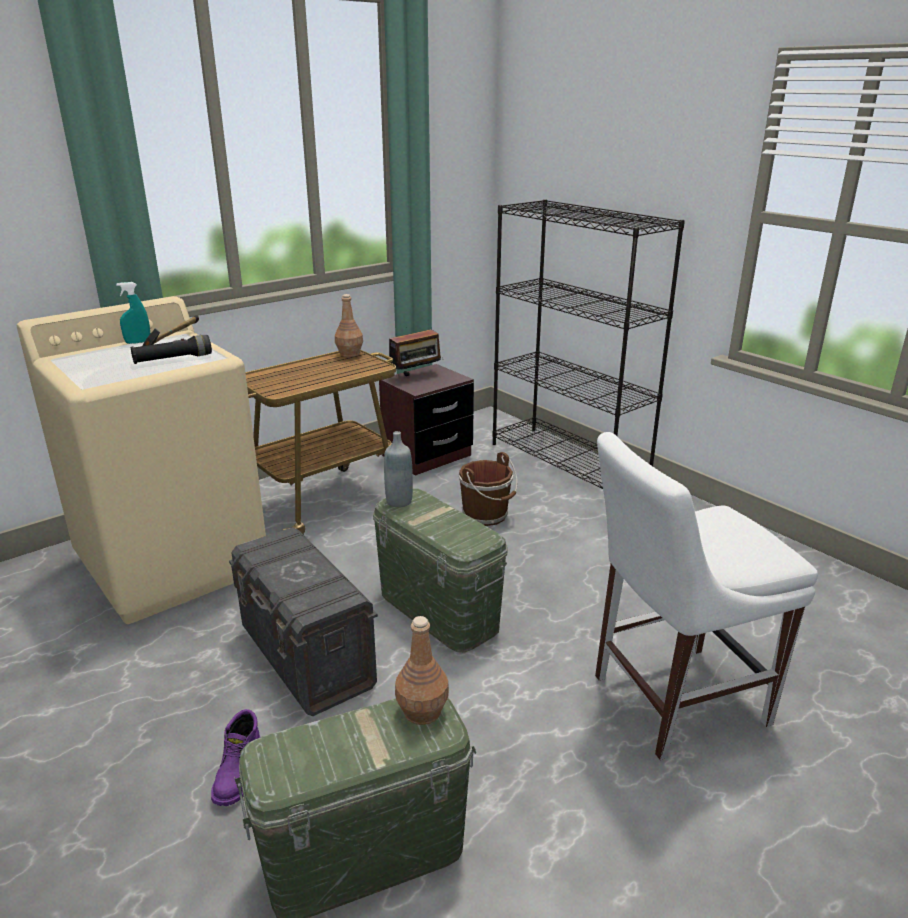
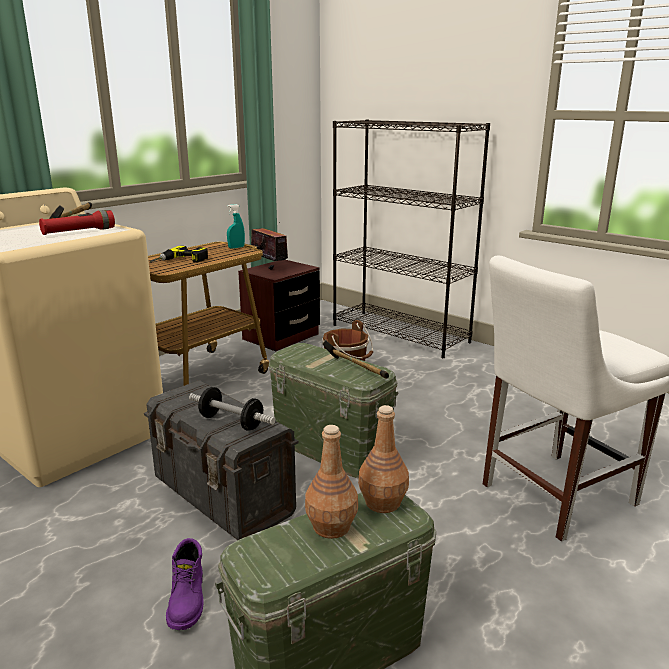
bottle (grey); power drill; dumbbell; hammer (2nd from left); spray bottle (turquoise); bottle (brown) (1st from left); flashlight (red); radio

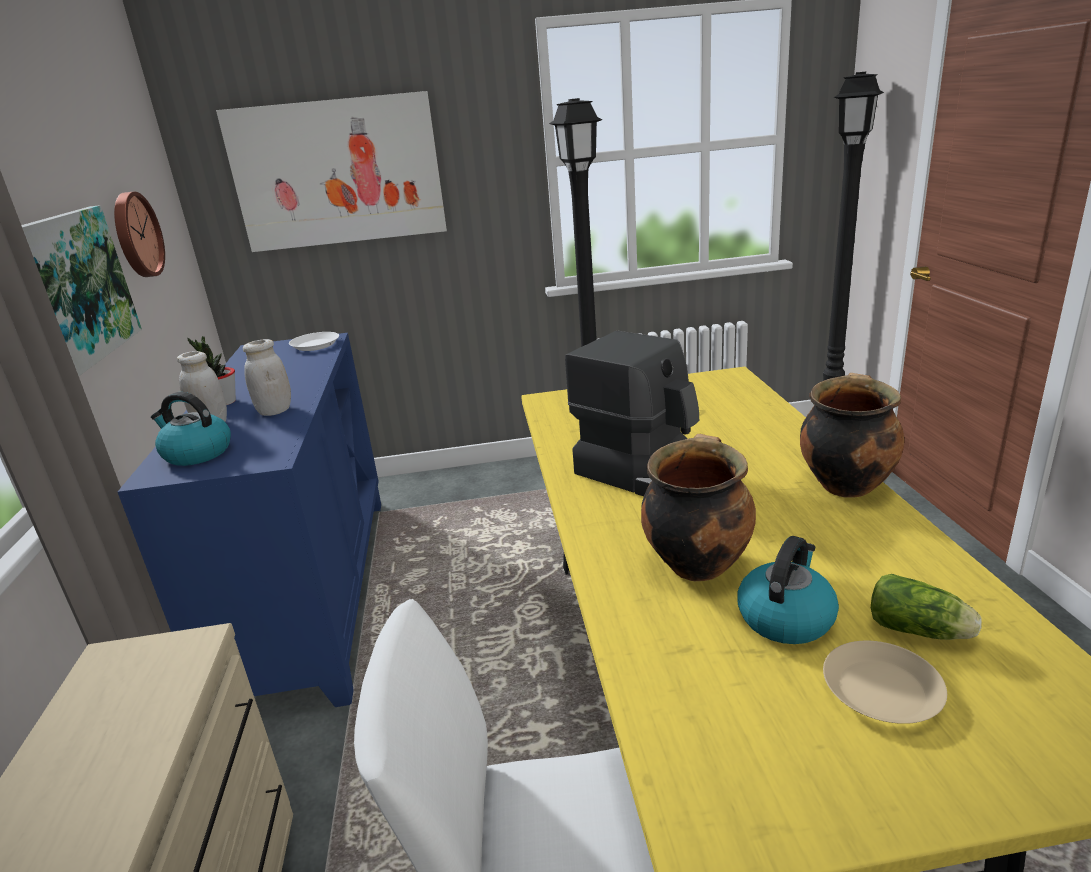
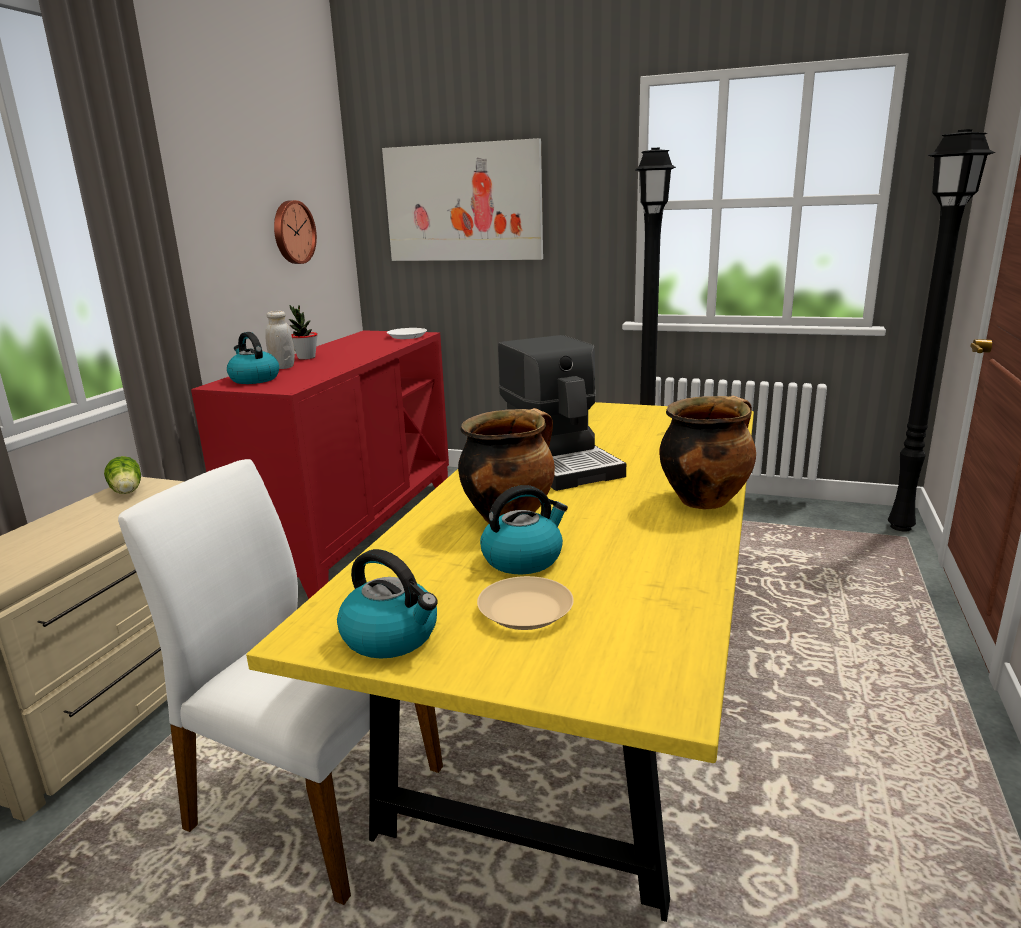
picture (1st from left in the first image); jar (white) (2nd from left in the first image); kettle (2nd from left); lettuce; cabinet (red)

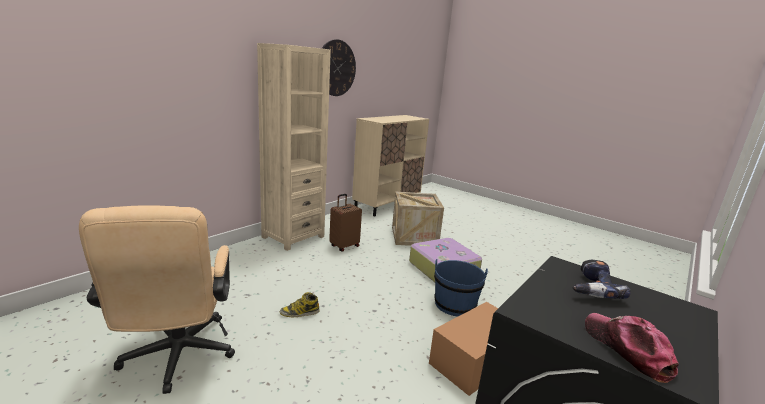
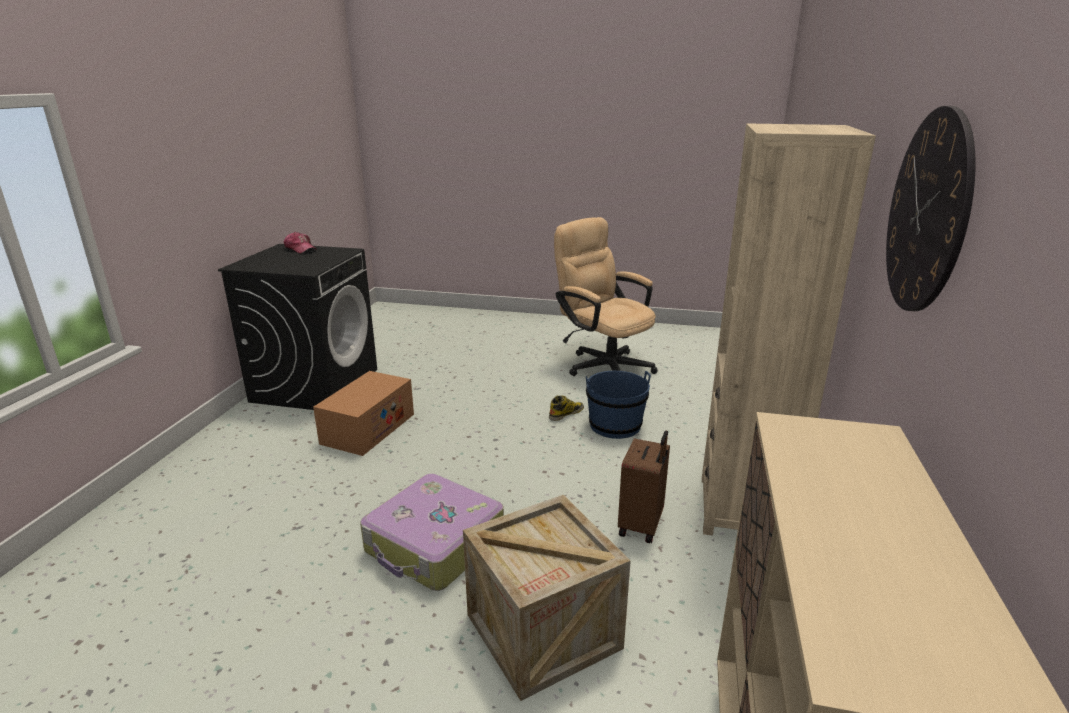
power drill; bucket (blue)

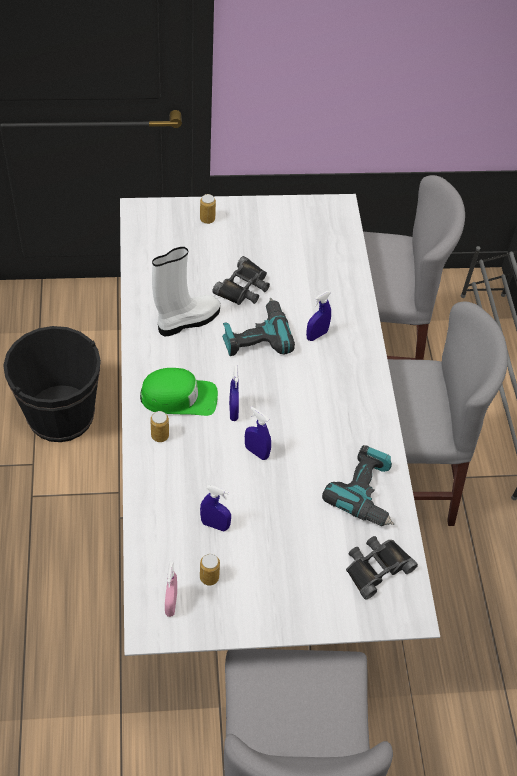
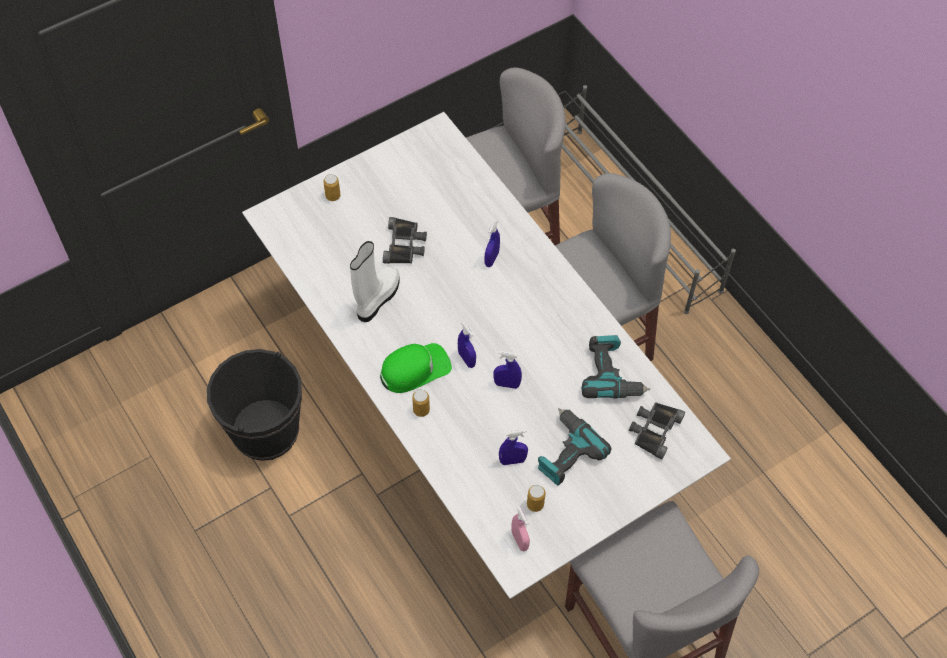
power drill (1st from left)

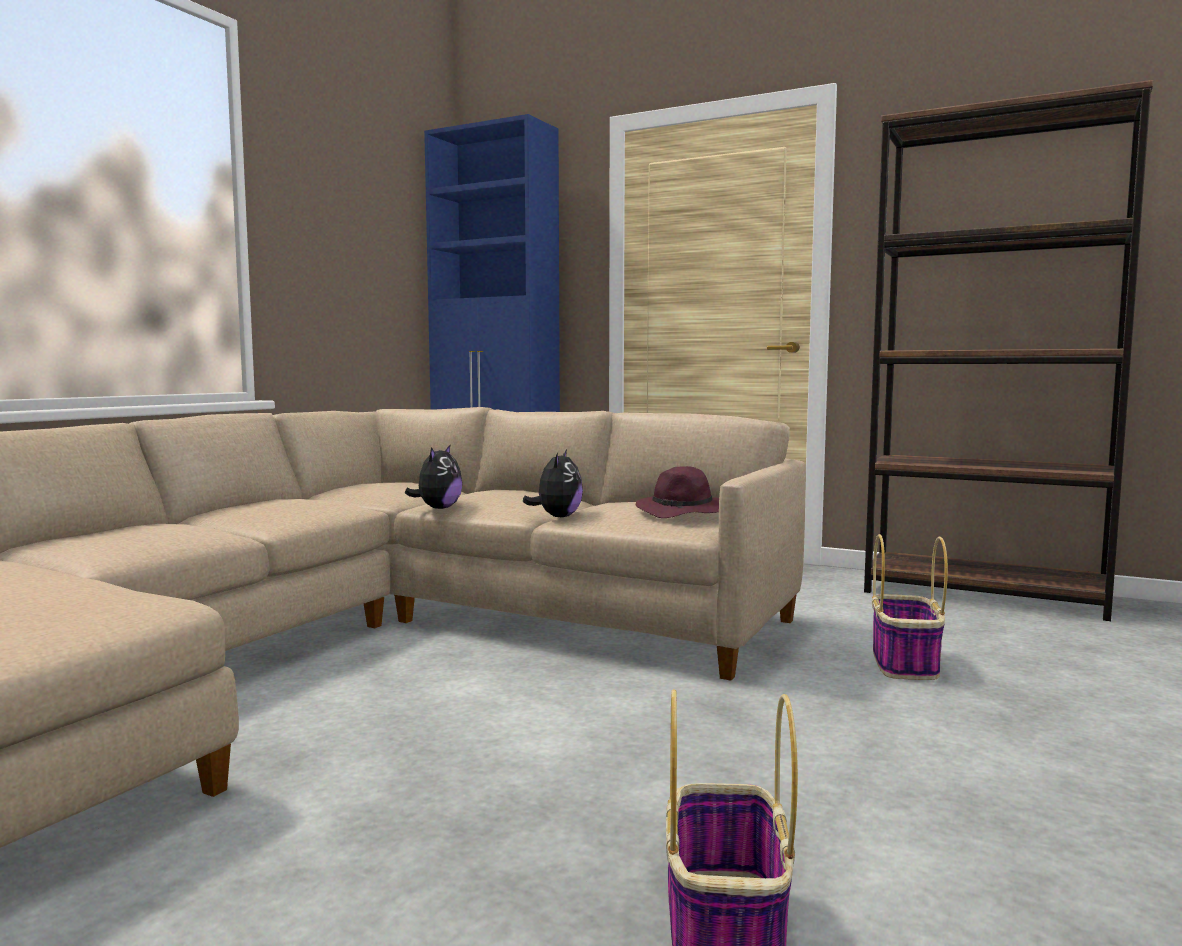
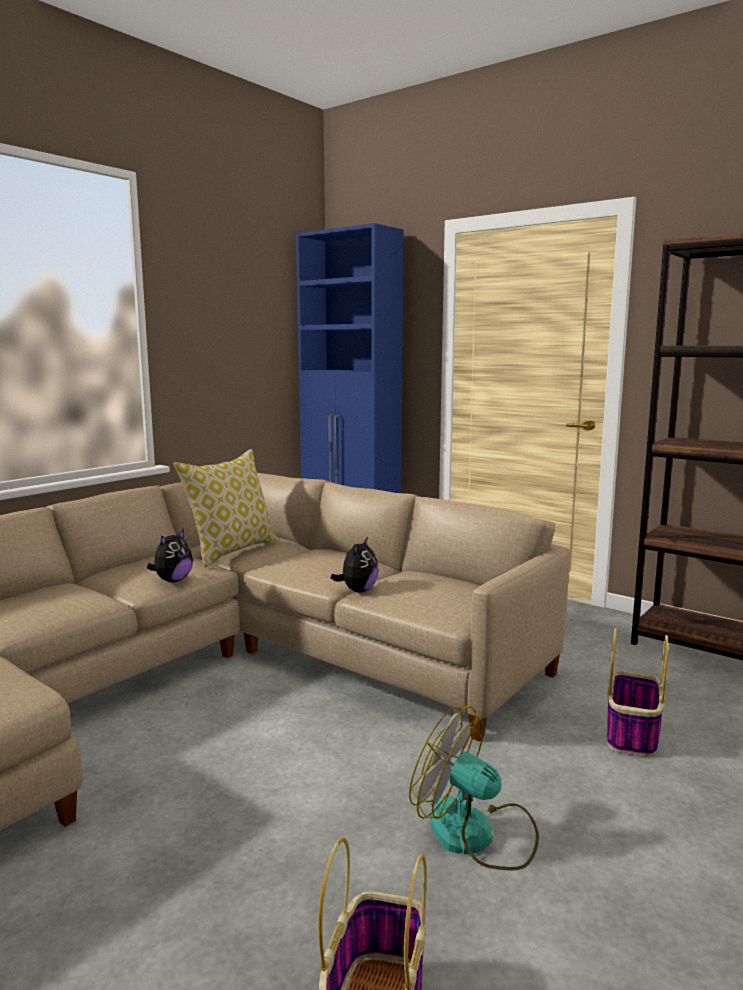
hat (purple); pillow; fan; plush toy (1st from left)

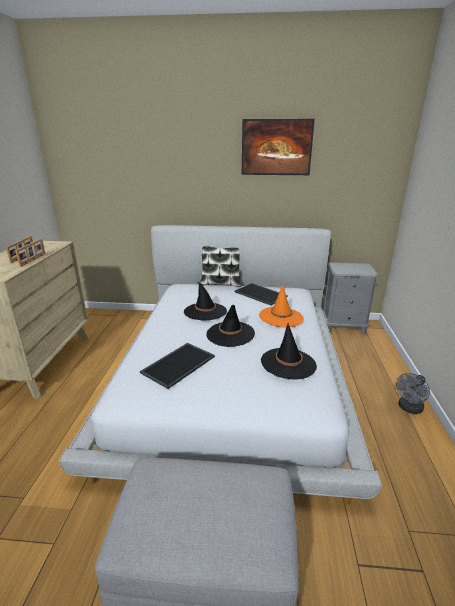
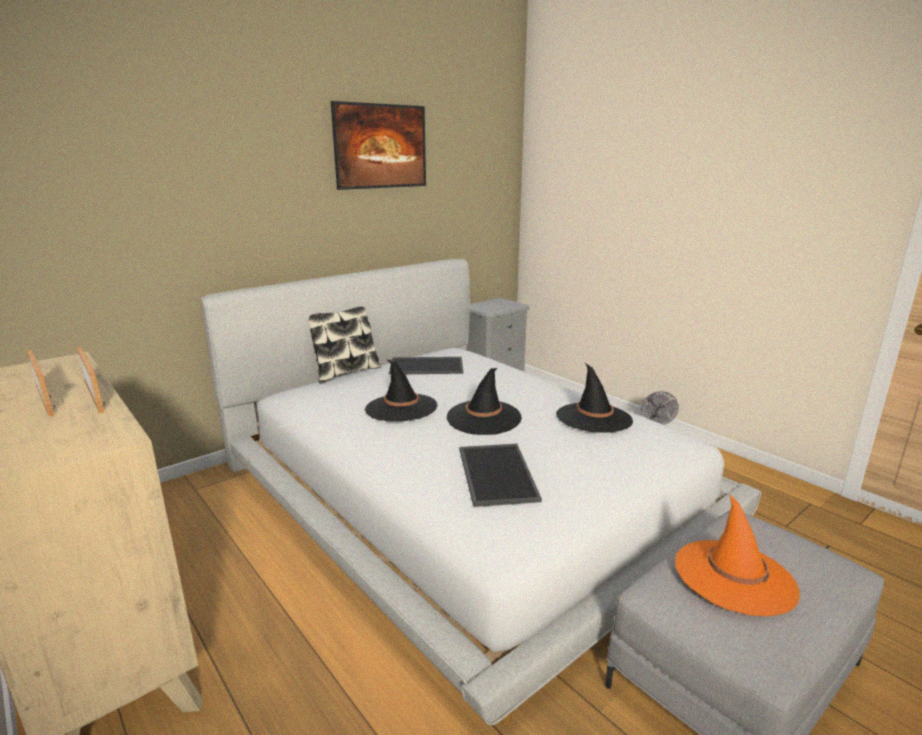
hat (orange)

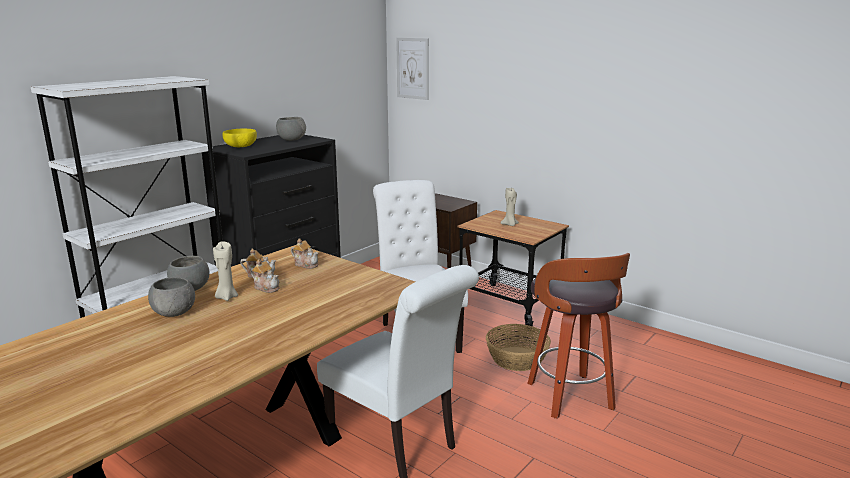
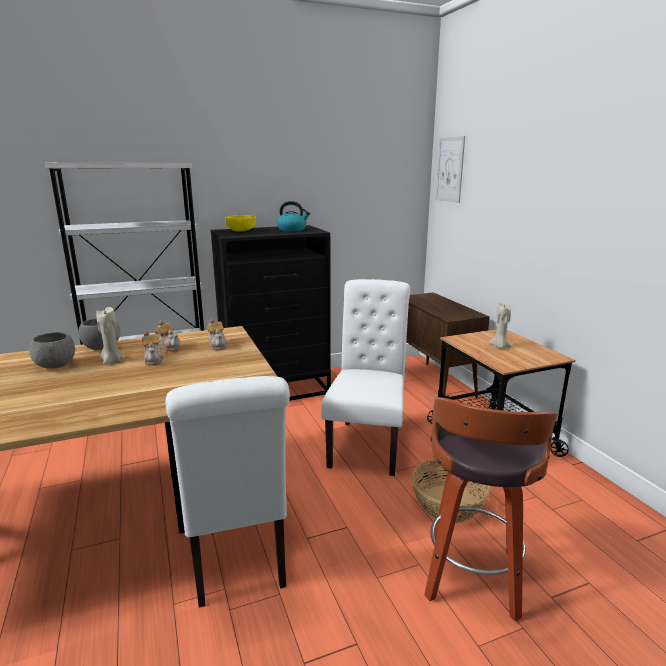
kettle

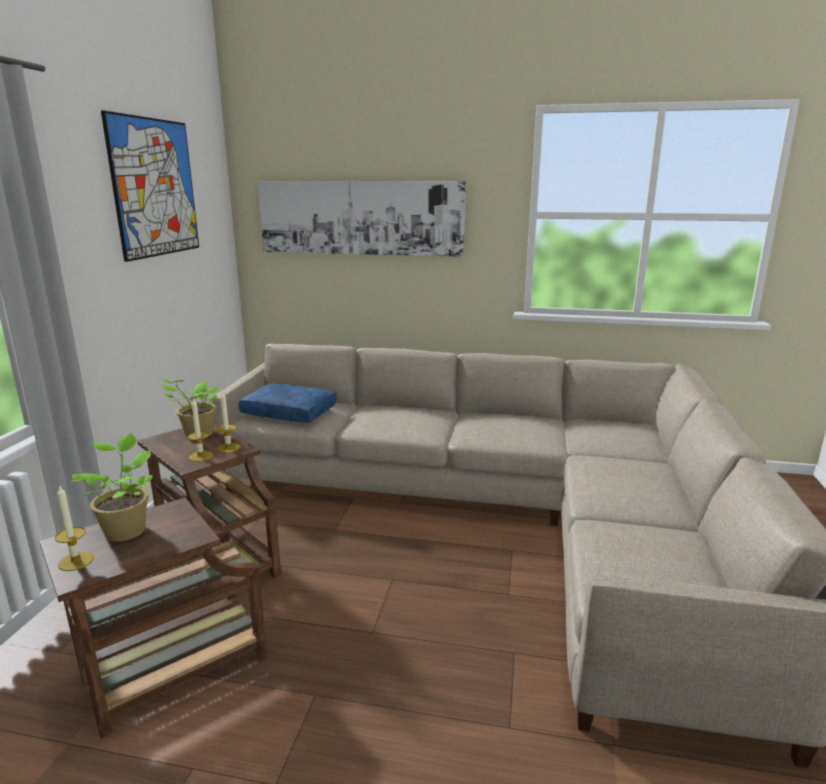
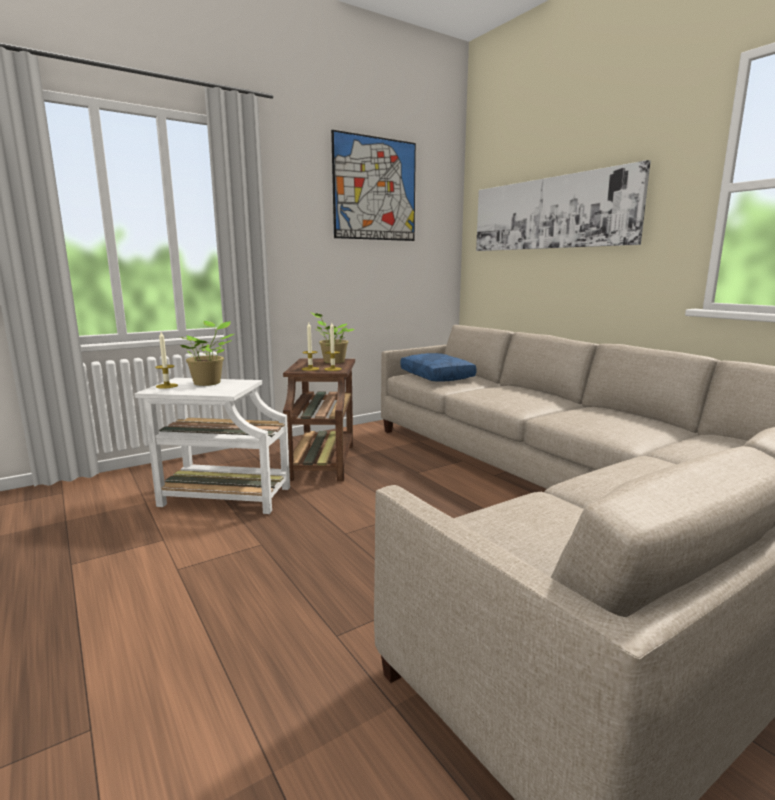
side table (white)

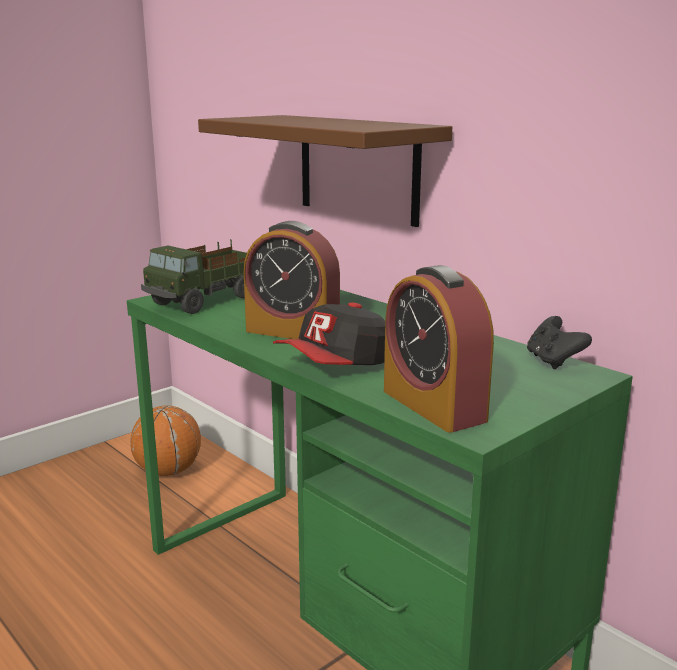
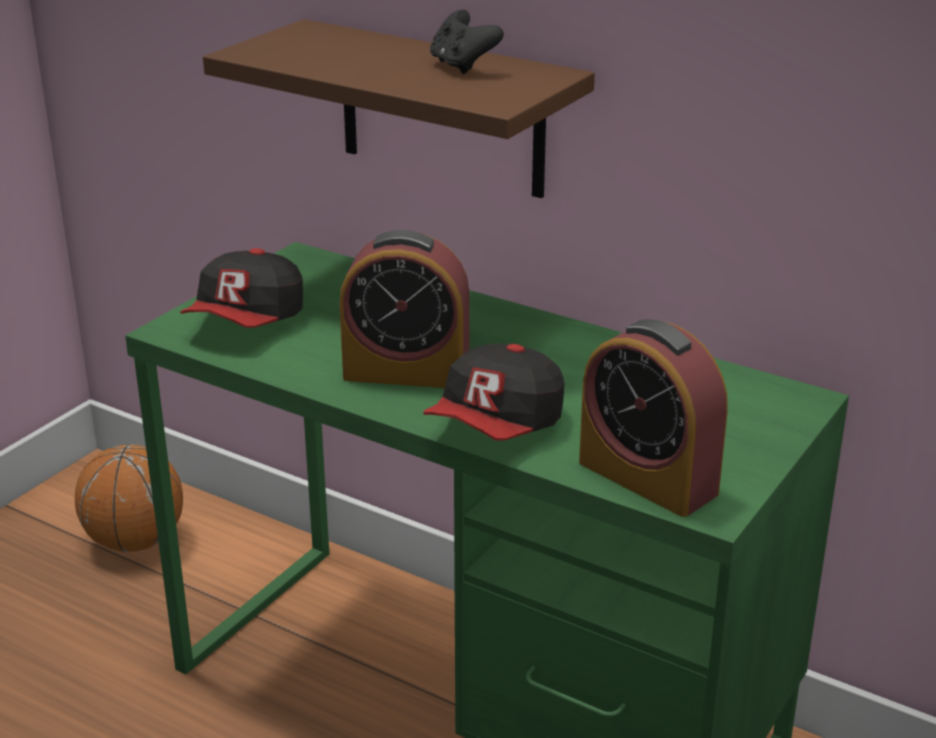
game controller (black); cap (1st from left)

